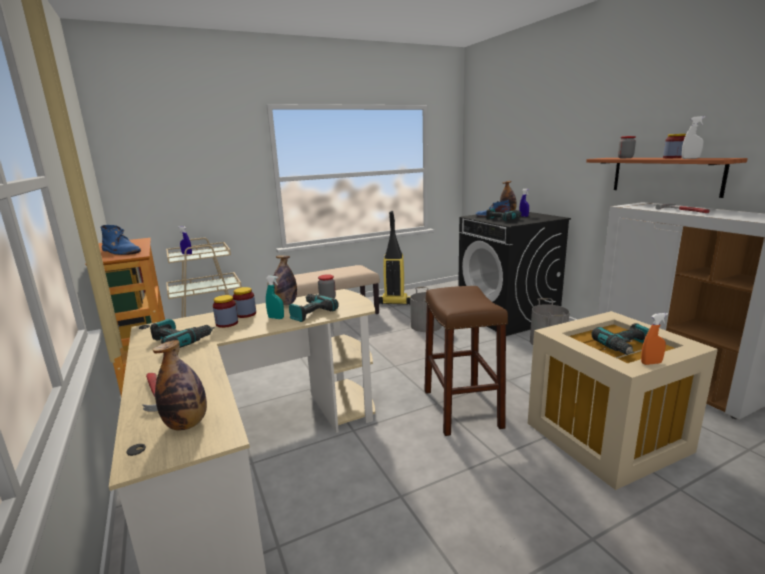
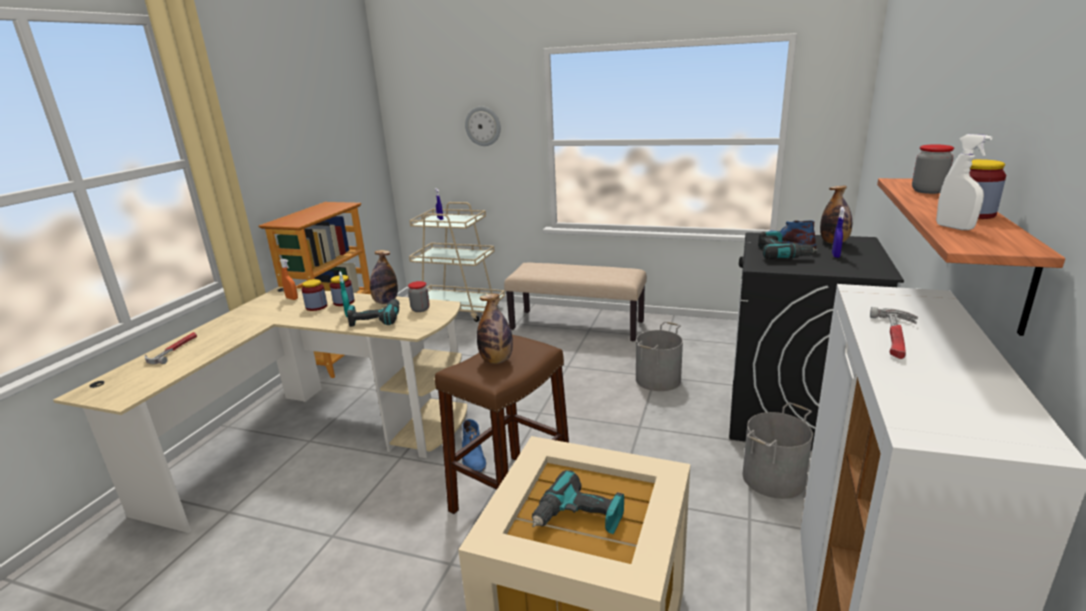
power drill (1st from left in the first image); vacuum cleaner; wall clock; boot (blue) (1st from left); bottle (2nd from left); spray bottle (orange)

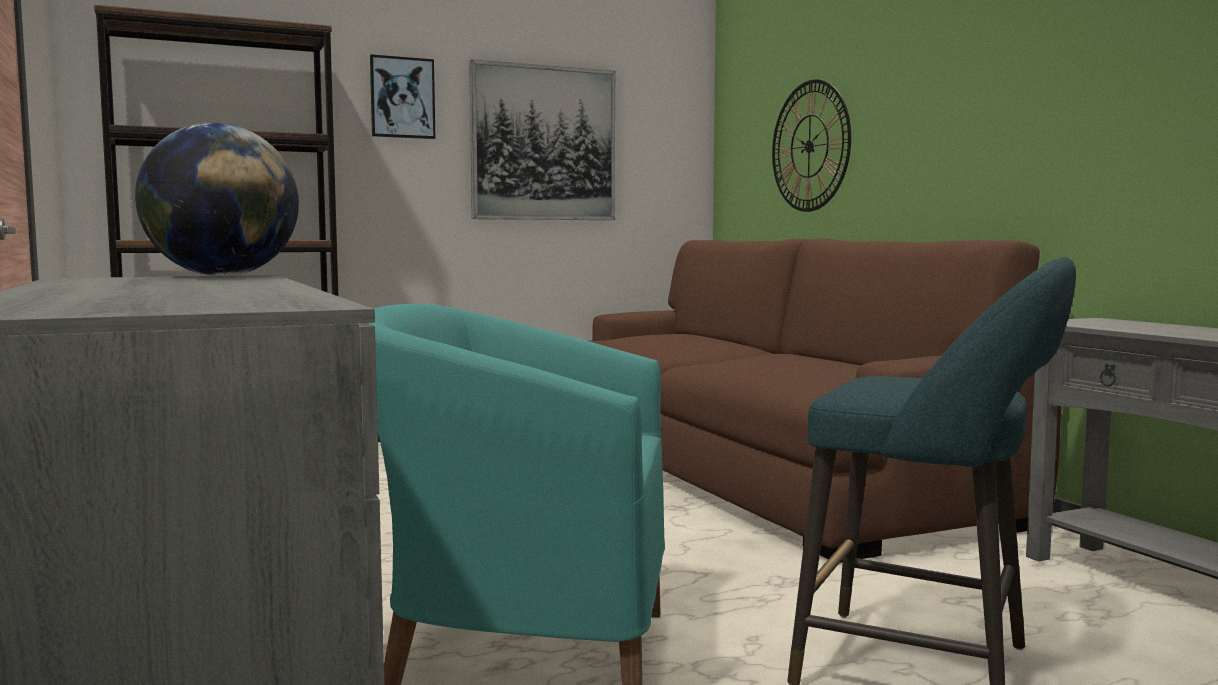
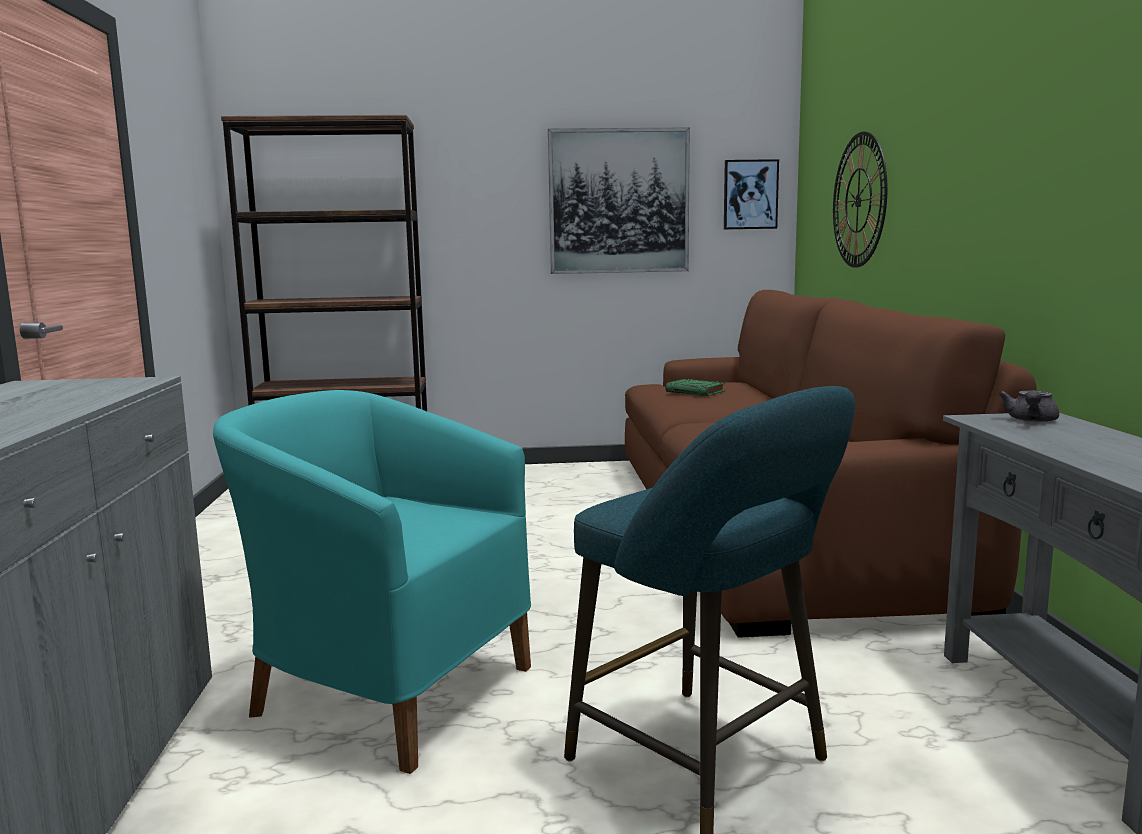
globe; book (green); teapot (grey); picture (2nd from left)

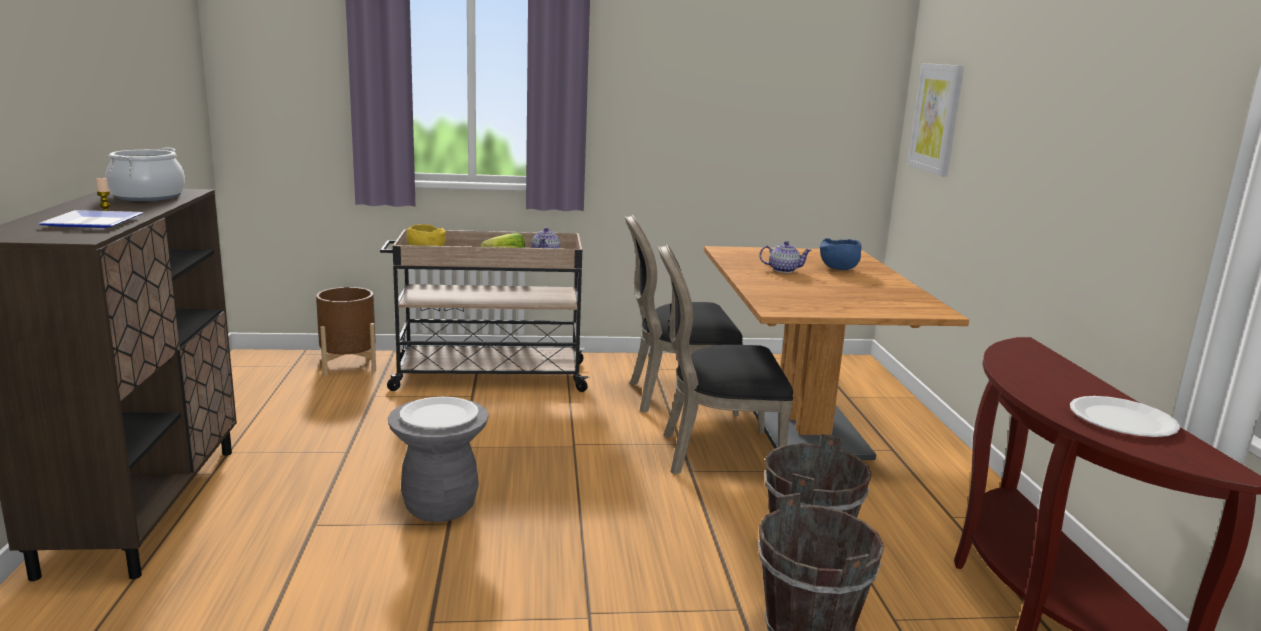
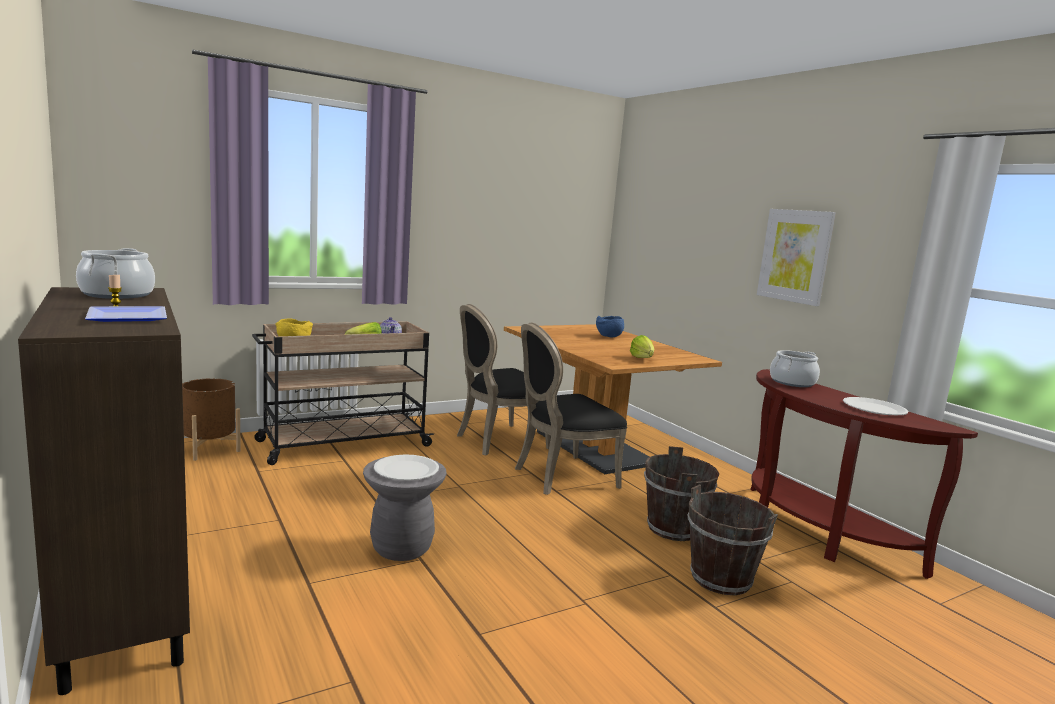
teapot (2nd from left in the first image); lettuce (2nd from left); cooking pot (2nd from left); picture

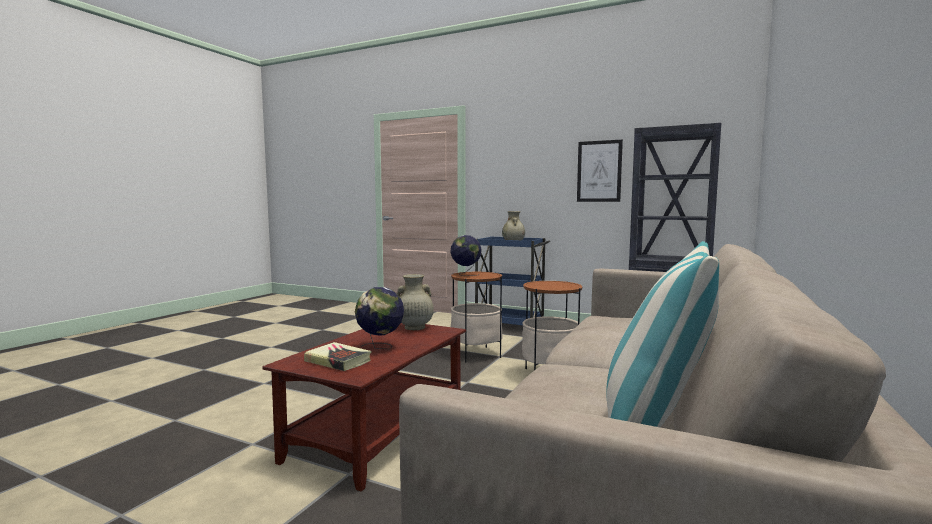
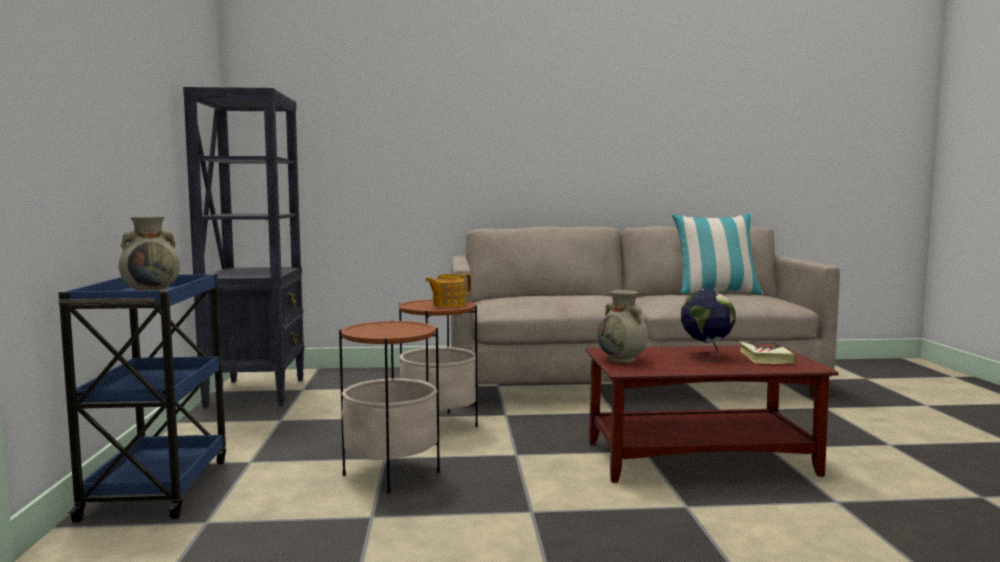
globe (2nd from left in the first image); picture; teapot

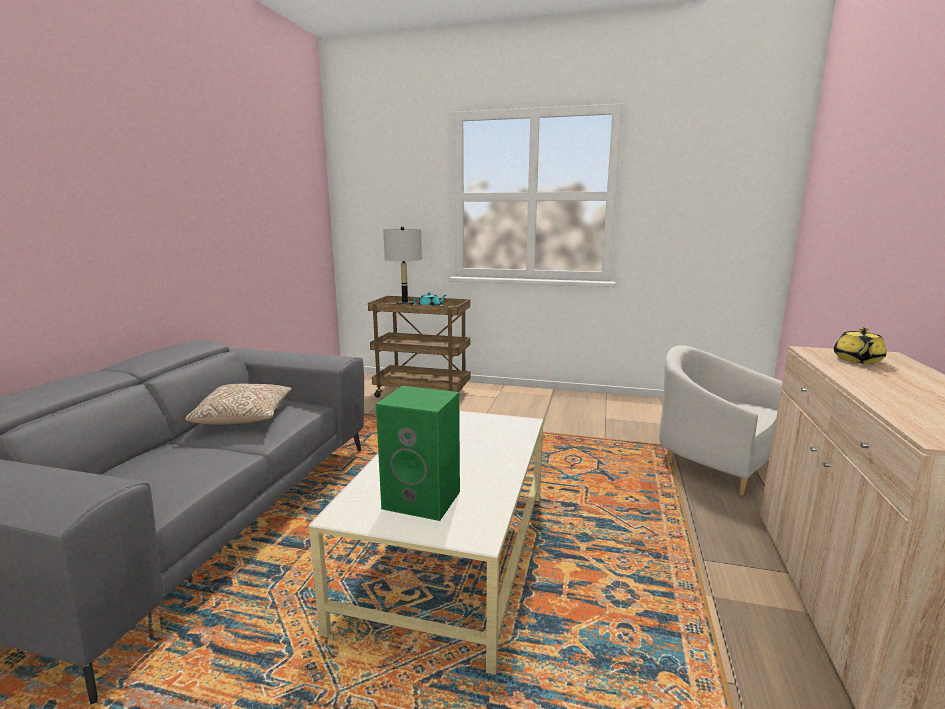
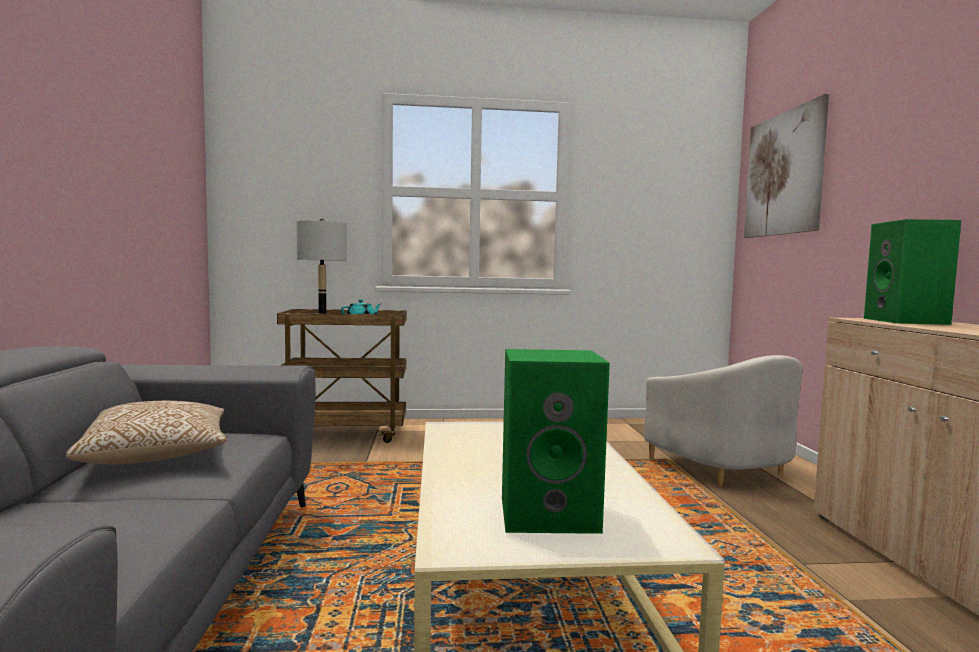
picture; speaker (green) (2nd from left); armchair (white)

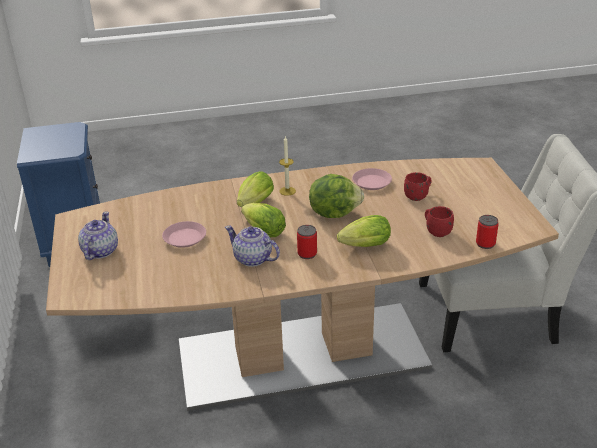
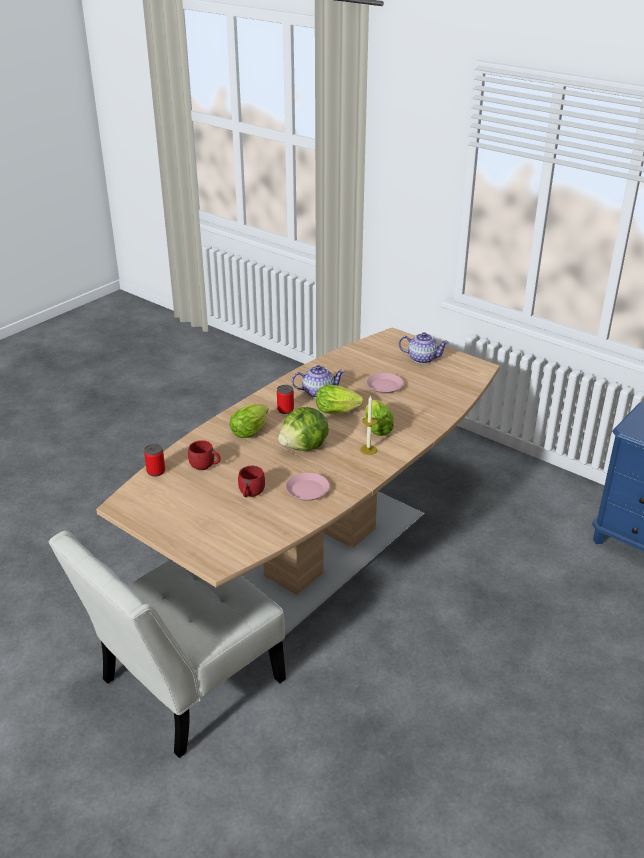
teapot (2nd from left)

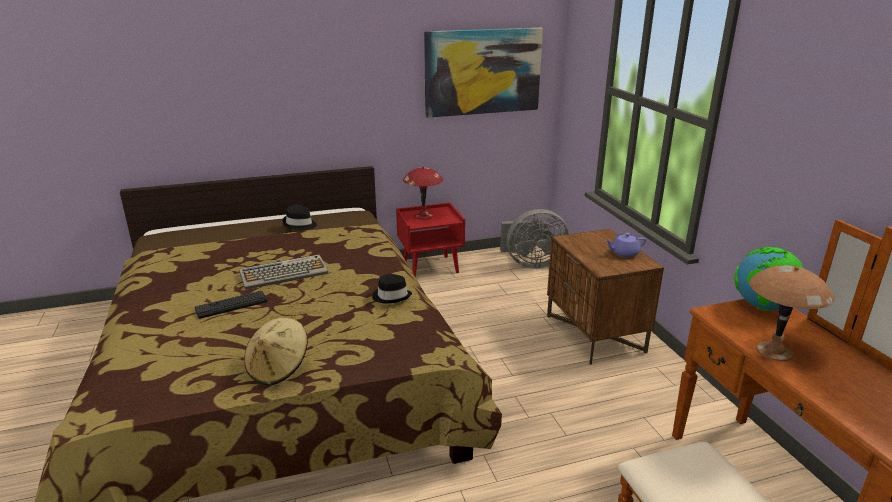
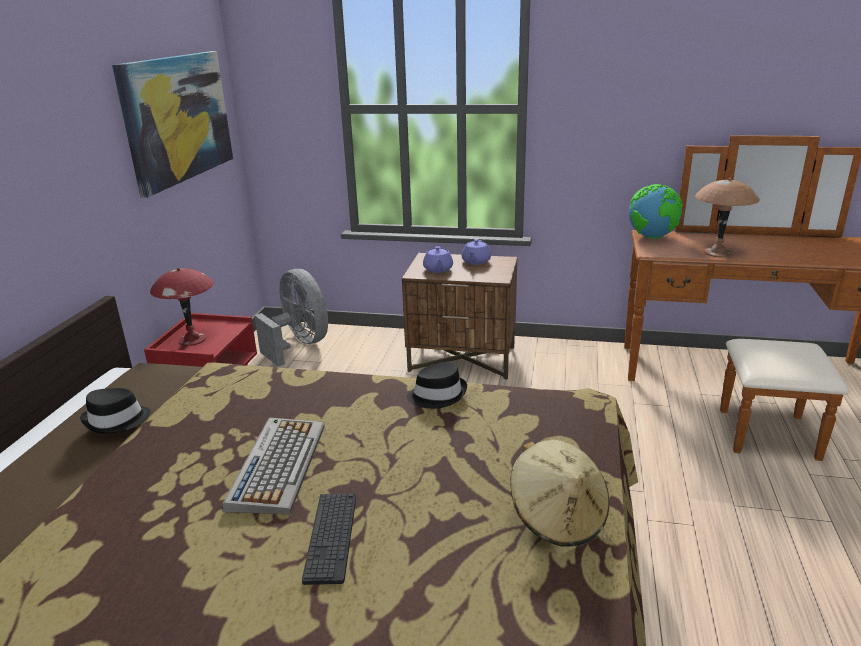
teapot (purple) (1st from left); fan (grey)

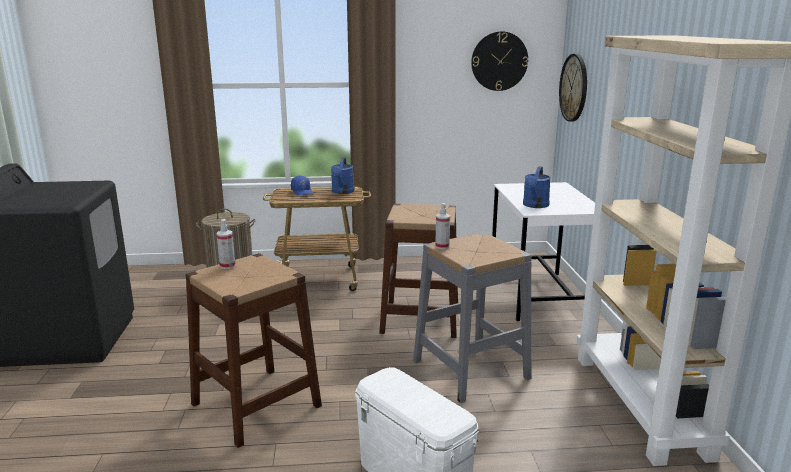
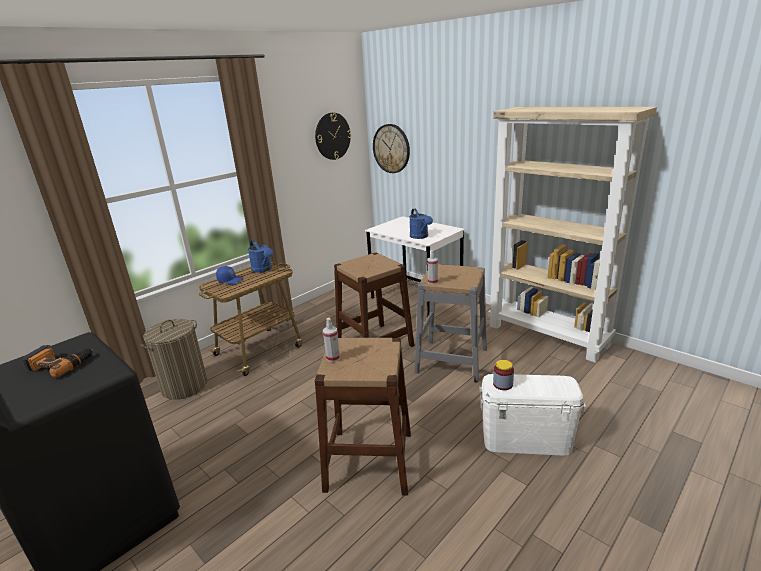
power drill; jar

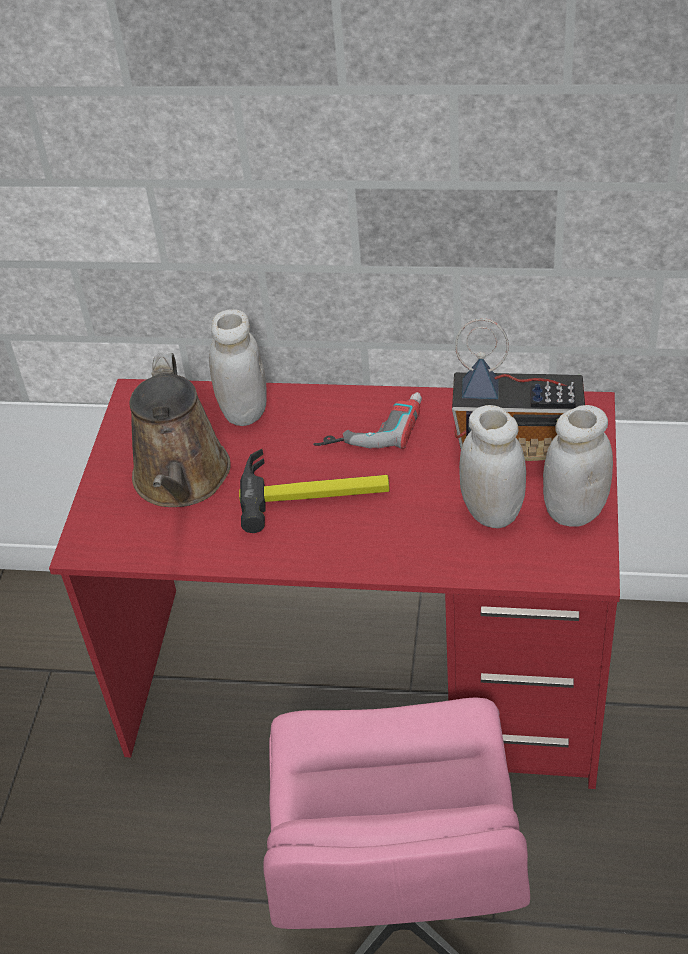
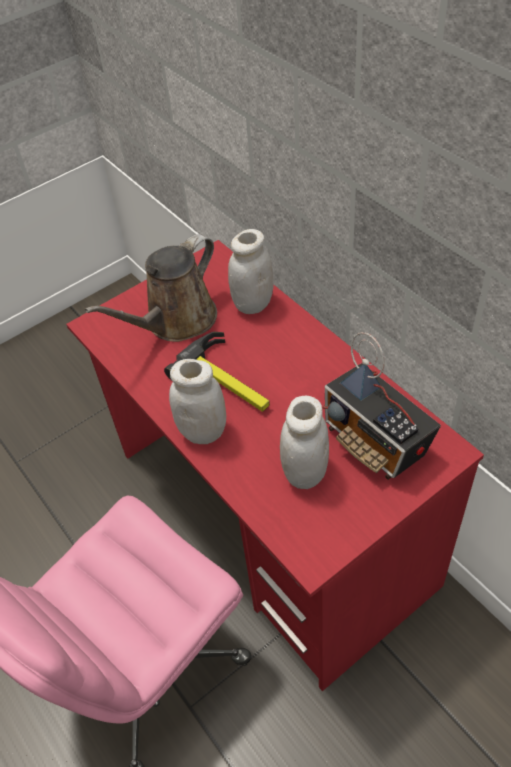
power drill; jar (white) (1st from left)

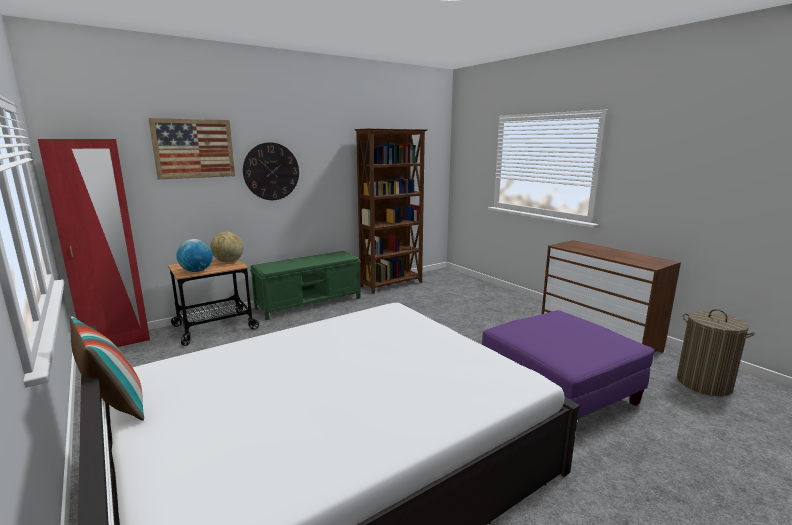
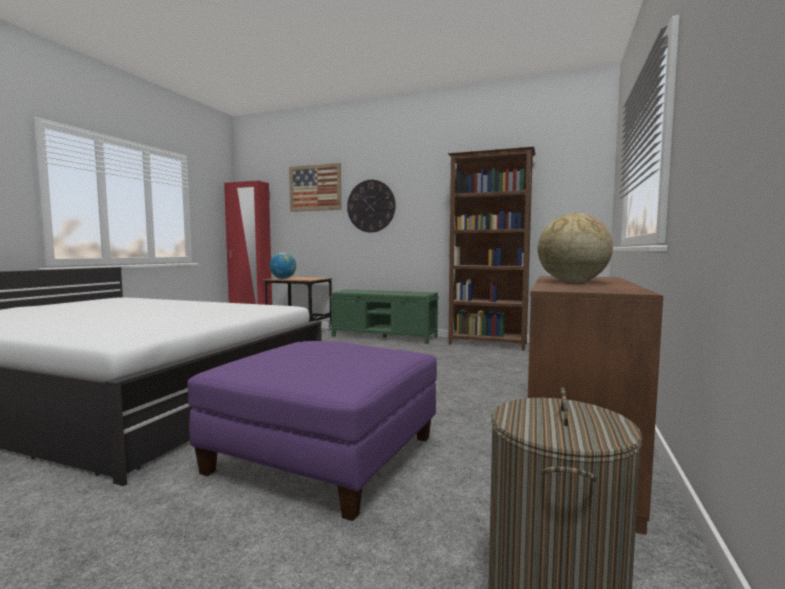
pillow; globe (2nd from left)

